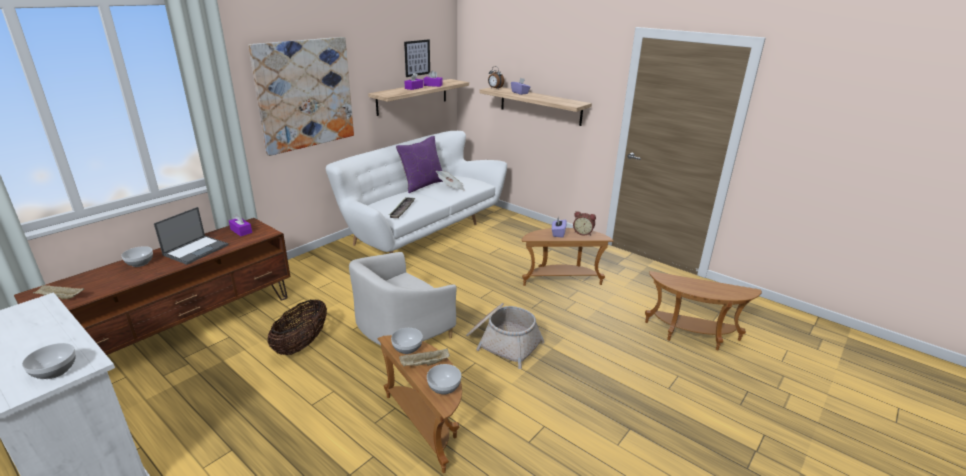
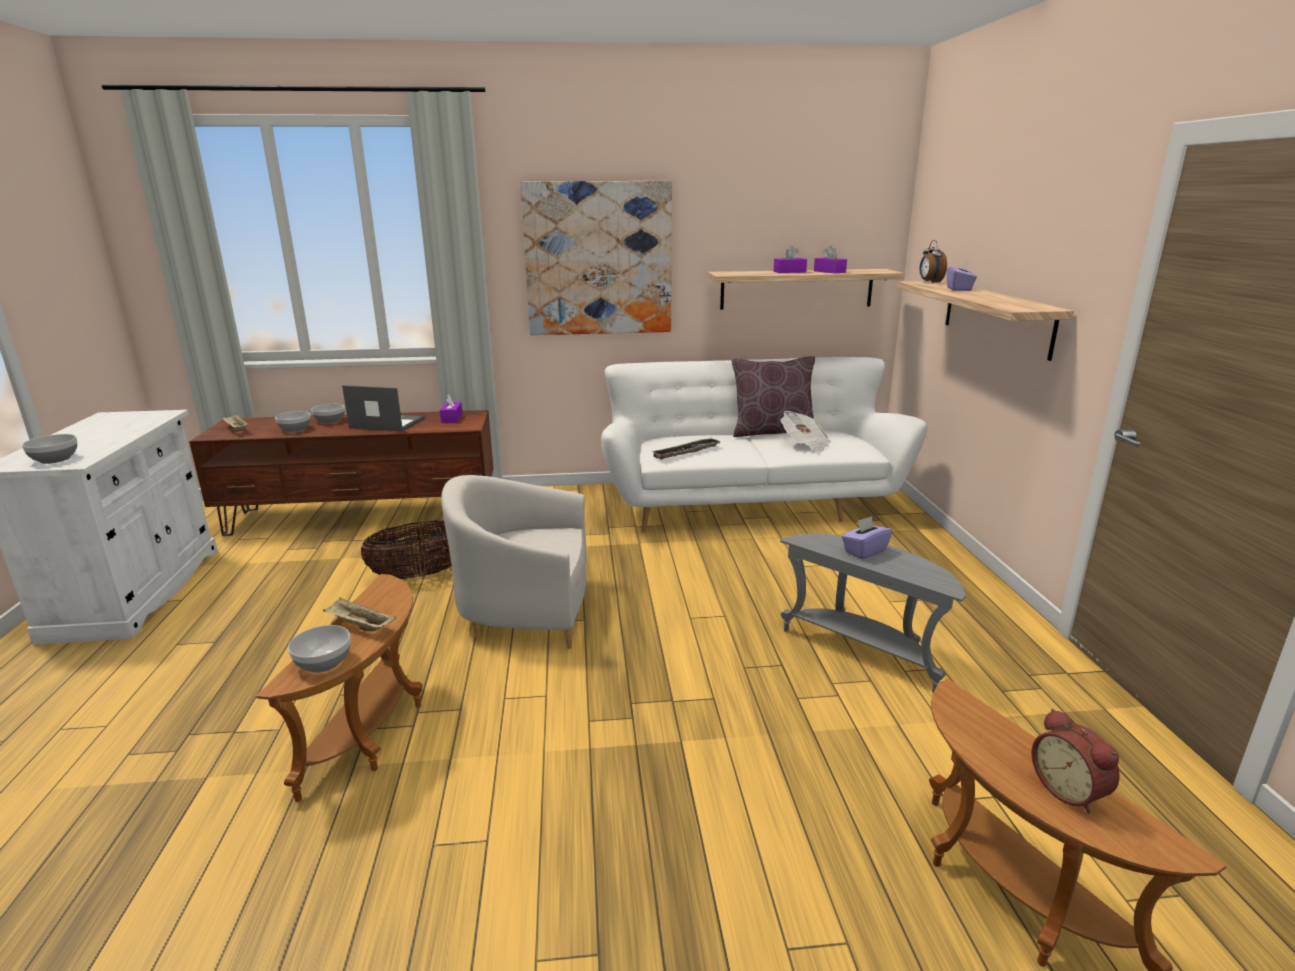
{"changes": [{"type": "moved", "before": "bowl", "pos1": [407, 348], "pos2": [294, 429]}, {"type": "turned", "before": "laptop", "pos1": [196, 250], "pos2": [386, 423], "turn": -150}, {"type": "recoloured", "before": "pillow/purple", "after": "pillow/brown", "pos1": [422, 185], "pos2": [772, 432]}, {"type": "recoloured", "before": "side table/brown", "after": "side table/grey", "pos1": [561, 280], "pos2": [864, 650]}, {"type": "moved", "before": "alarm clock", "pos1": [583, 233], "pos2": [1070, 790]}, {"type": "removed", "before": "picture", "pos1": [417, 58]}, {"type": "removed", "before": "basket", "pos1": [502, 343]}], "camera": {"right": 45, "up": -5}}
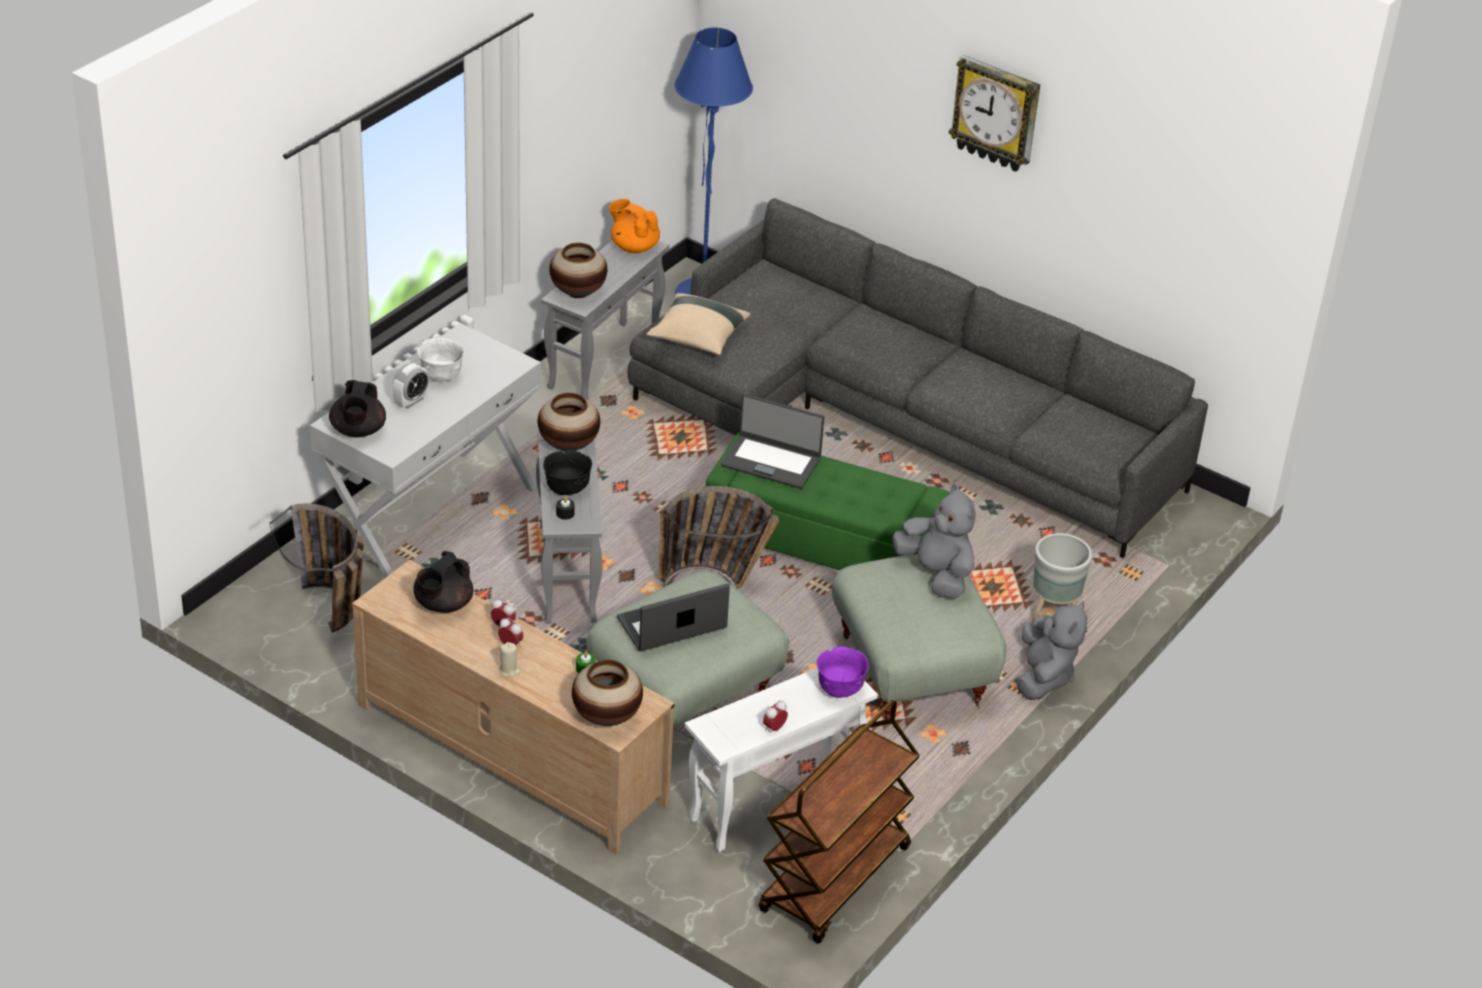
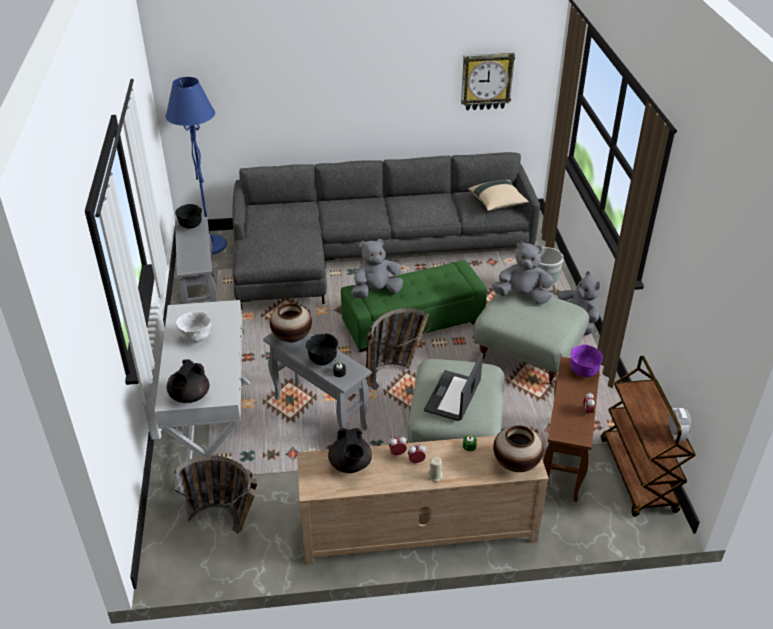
{"changes": [{"type": "turned", "before": "teapot/black", "pos1": [358, 431], "pos2": [189, 396], "turn": 60}, {"type": "replaced", "before": "teapot/orange", "after": "bowl/black", "pos1": [634, 246], "pos2": [191, 226]}, {"type": "replaced", "before": "laptop", "after": "plush toy/grey", "pos1": [771, 461], "pos2": [376, 292]}, {"type": "moved", "before": "wall clock", "pos1": [996, 113], "pos2": [486, 81]}, {"type": "moved", "before": "pillow/beige", "pos1": [697, 338], "pos2": [497, 203]}, {"type": "recoloured", "before": "side table/white", "after": "side table/brown", "pos1": [774, 805], "pos2": [564, 459]}, {"type": "moved", "before": "alarm clock", "pos1": [411, 401], "pos2": [675, 434]}, {"type": "removed", "before": "vase", "pos1": [577, 292]}], "camera": {"right": -40, "up": 0}}
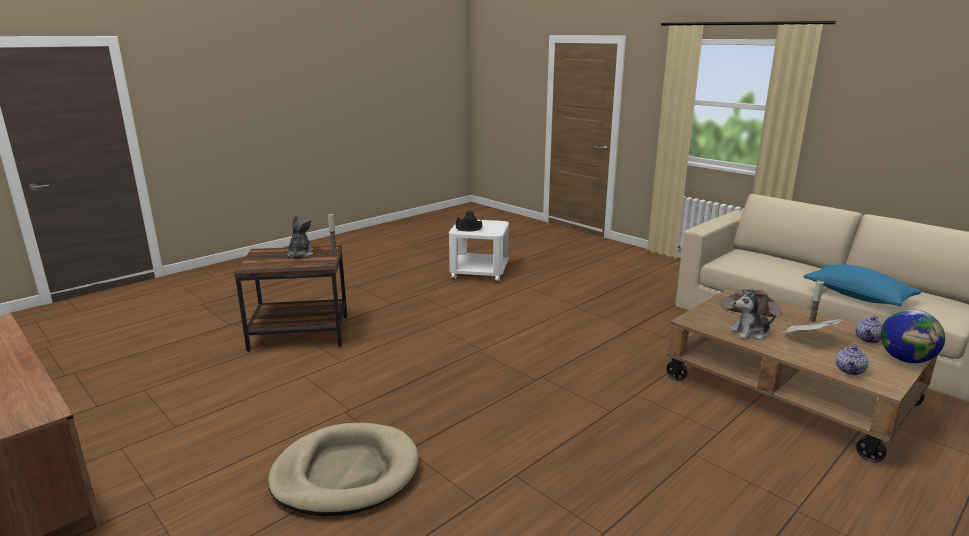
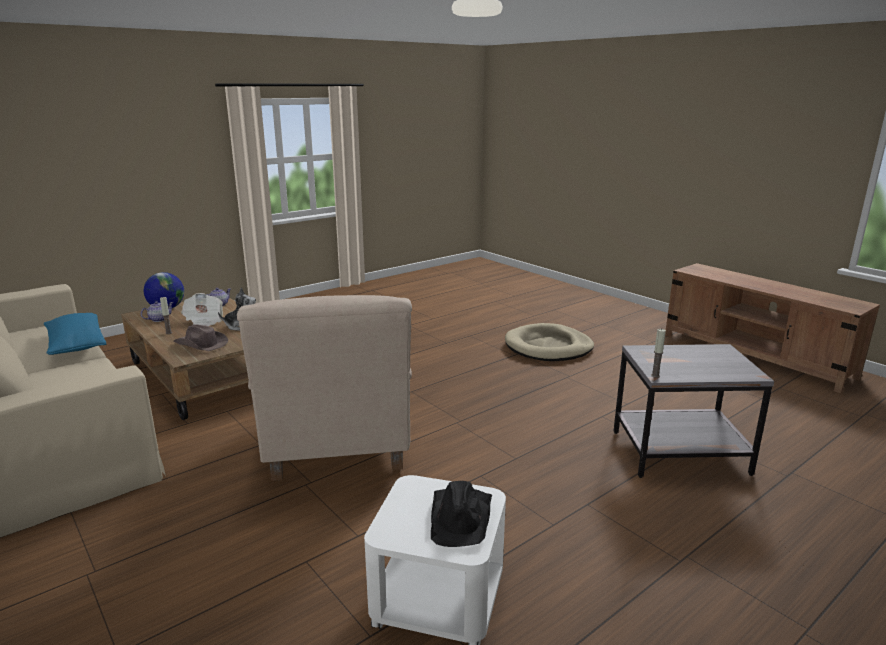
{"changes": [{"type": "added", "after": "armchair/beige", "pos2": [338, 449]}, {"type": "recoloured", "before": "side table/brown", "after": "side table/grey", "pos1": [299, 334], "pos2": [679, 452]}, {"type": "removed", "before": "plush toy", "pos1": [300, 254]}], "camera": {"right": -175, "up": 0}}
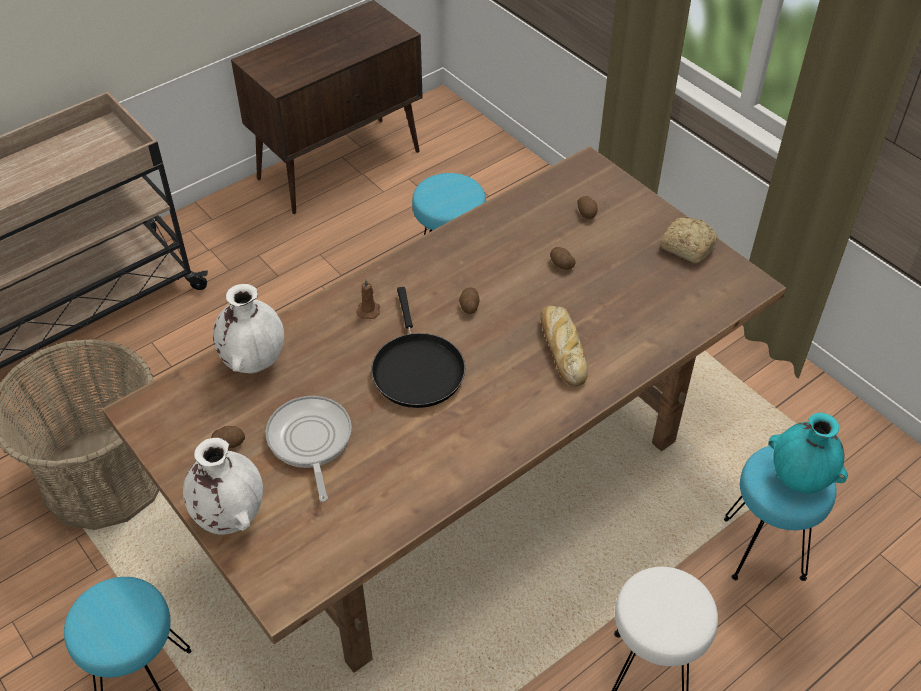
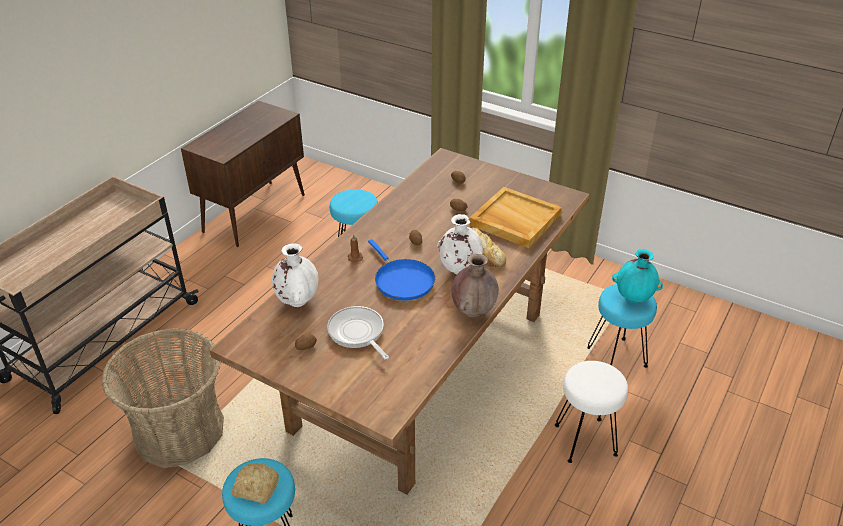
{"changes": [{"type": "moved", "before": "bread", "pos1": [686, 246], "pos2": [255, 487]}, {"type": "recoloured", "before": "frying pan/black", "after": "frying pan/blue", "pos1": [416, 369], "pos2": [402, 280]}, {"type": "moved", "before": "vase/white", "pos1": [230, 517], "pos2": [459, 270]}, {"type": "added", "after": "vase/brown", "pos2": [473, 311]}, {"type": "added", "after": "tray/beige", "pos2": [514, 220]}], "camera": {"right": -20, "up": -10}}
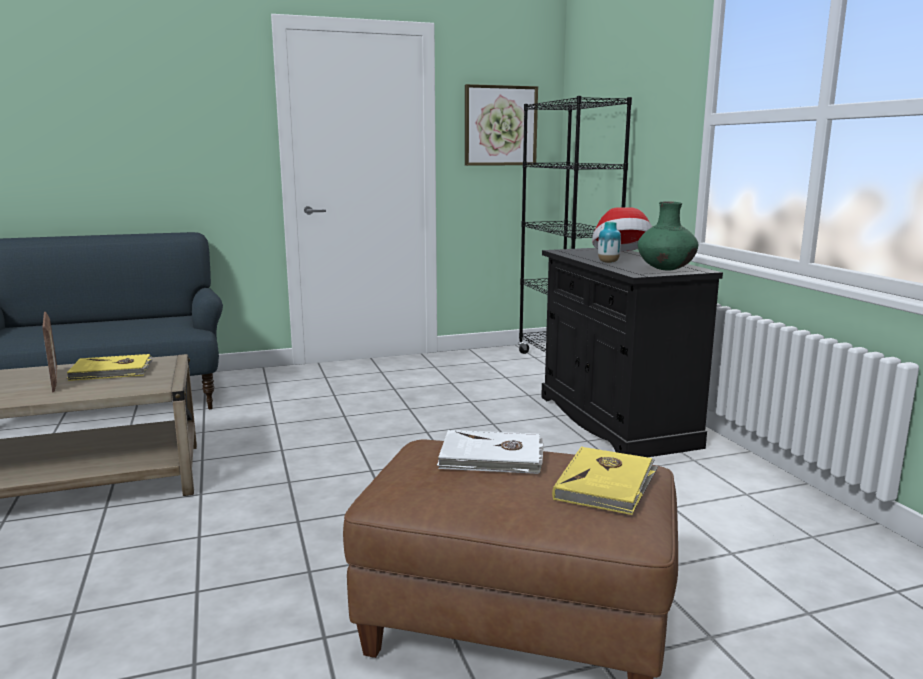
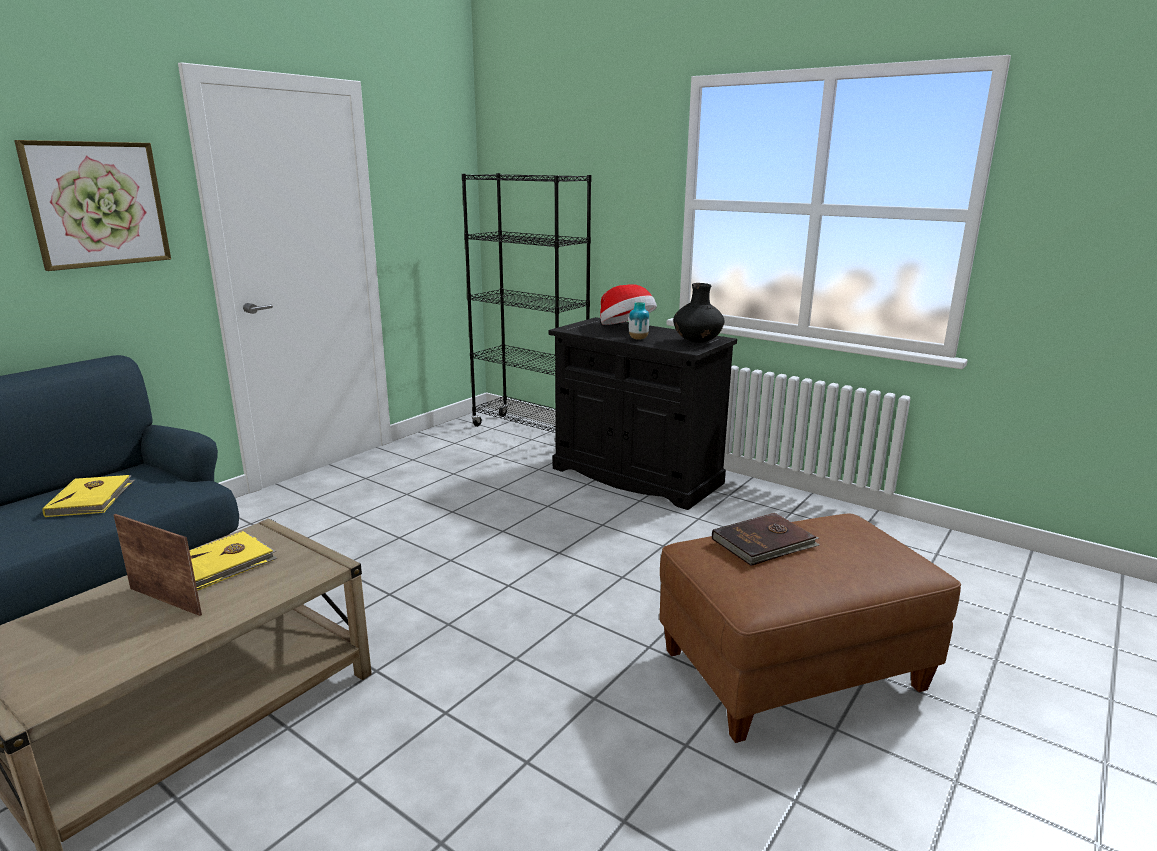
{"changes": [{"type": "moved", "before": "picture", "pos1": [500, 126], "pos2": [97, 204]}, {"type": "moved", "before": "book/yellow", "pos1": [606, 484], "pos2": [92, 498]}, {"type": "recoloured", "before": "vase/green", "after": "vase/black", "pos1": [665, 269], "pos2": [697, 342]}, {"type": "recoloured", "before": "book/white", "after": "book/brown", "pos1": [492, 457], "pos2": [765, 543]}], "camera": {"right": -35, "up": 5}}
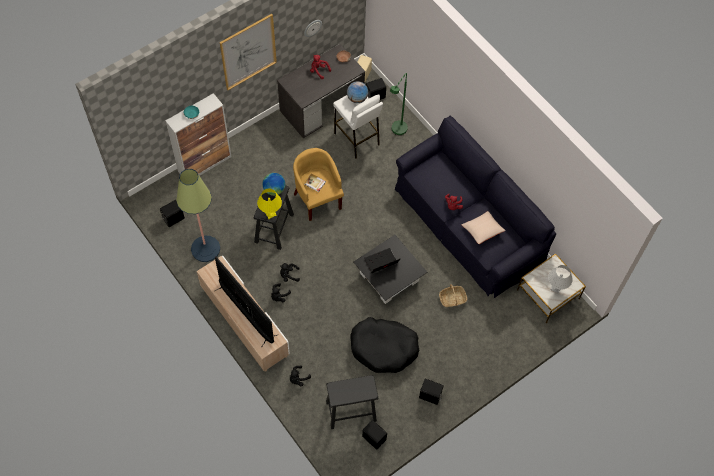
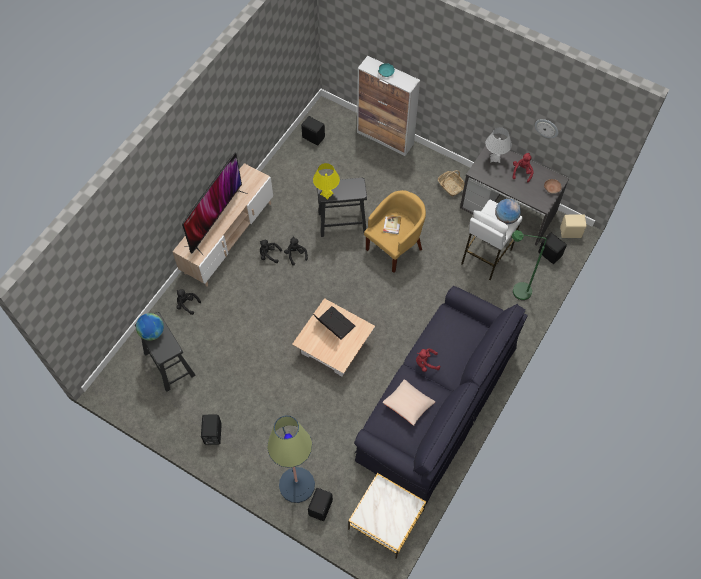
{"changes": [{"type": "moved", "before": "globe", "pos1": [274, 190], "pos2": [152, 332]}, {"type": "moved", "before": "floor lamp", "pos1": [205, 249], "pos2": [297, 485]}, {"type": "recoloured", "before": "coffee table/black", "after": "coffee table/beige", "pos1": [389, 277], "pos2": [334, 346]}, {"type": "moved", "before": "speaker/black", "pos1": [374, 437], "pos2": [321, 508]}, {"type": "moved", "before": "basket", "pos1": [452, 299], "pos2": [450, 186]}, {"type": "moved", "before": "table lamp/white", "pos1": [556, 288], "pos2": [495, 158]}, {"type": "removed", "before": "picture", "pos1": [248, 52]}, {"type": "removed", "before": "dog bed/black", "pos1": [383, 348]}], "camera": {"right": 70, "up": 0}}
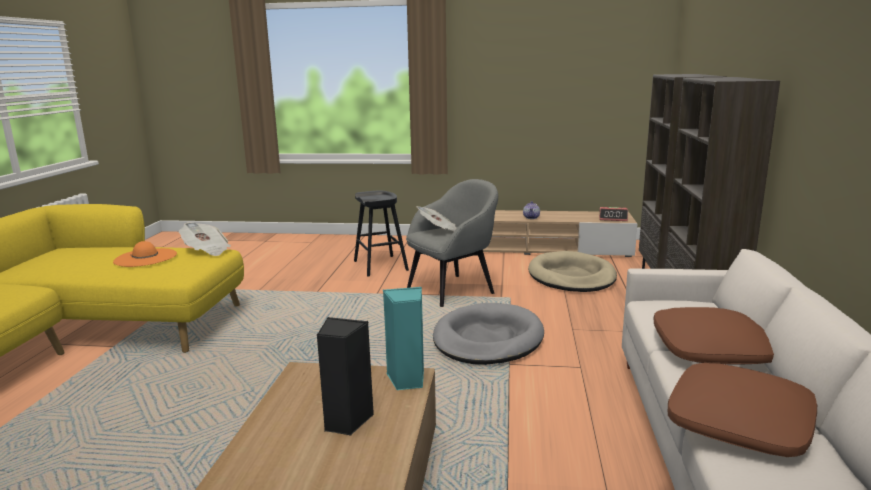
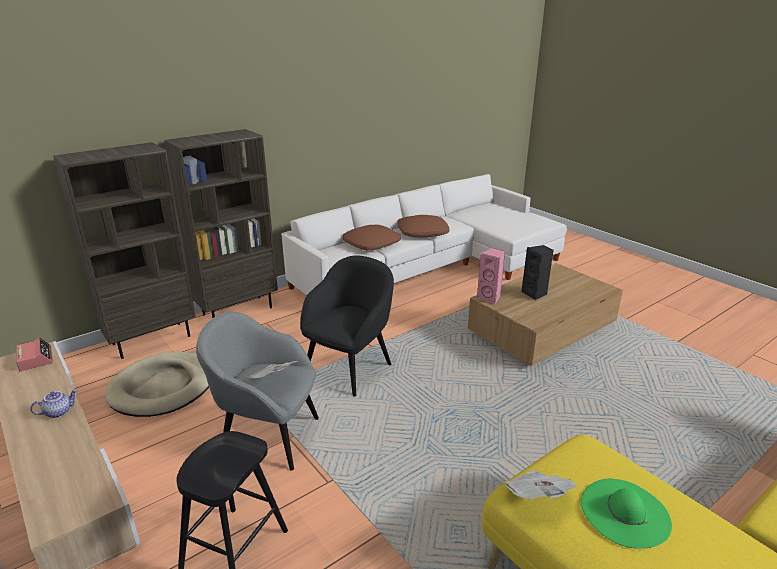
{"changes": [{"type": "replaced", "before": "dog bed/grey", "after": "armchair/black", "pos1": [487, 339], "pos2": [349, 368]}, {"type": "recoloured", "before": "speaker/turquoise", "after": "speaker/pink", "pos1": [406, 380], "pos2": [490, 297]}, {"type": "recoloured", "before": "hat/orange", "after": "hat/green", "pos1": [145, 258], "pos2": [624, 512]}], "camera": {"right": -135, "up": 10}}
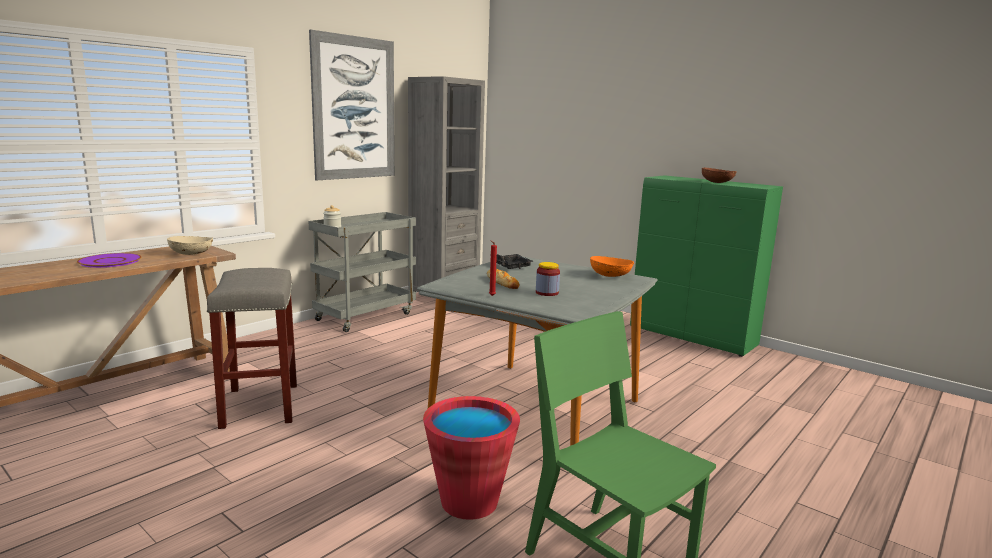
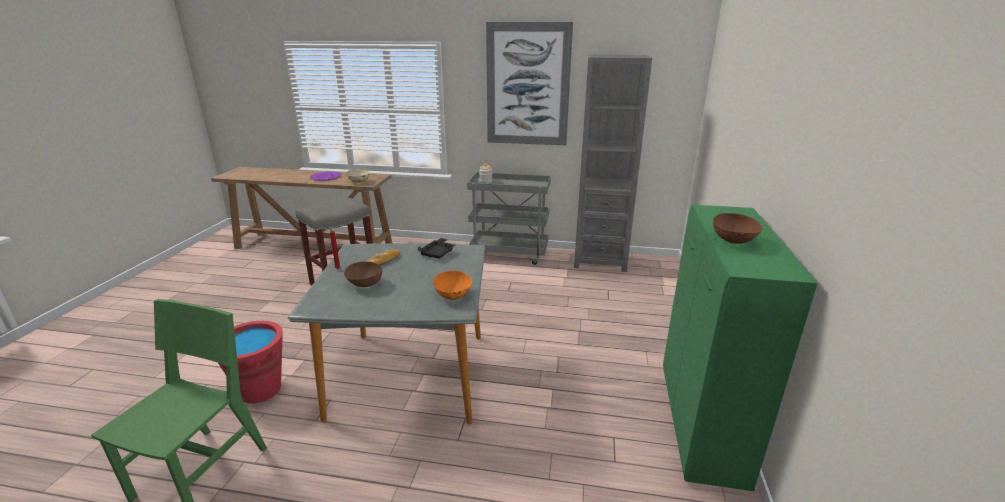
{"changes": [{"type": "replaced", "before": "jar", "after": "bowl/brown", "pos1": [547, 293], "pos2": [364, 284]}], "camera": {"right": 60, "up": 10}}
